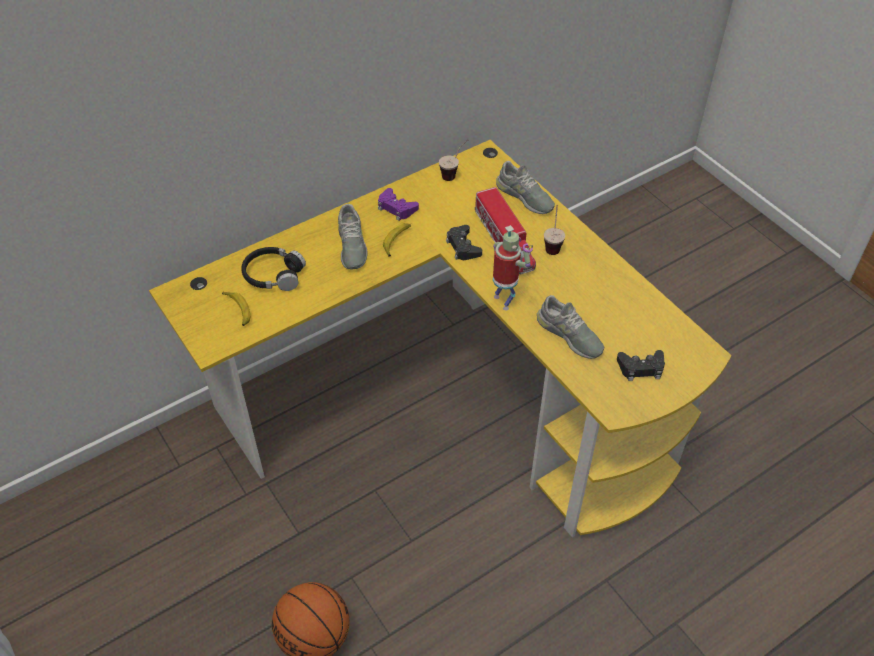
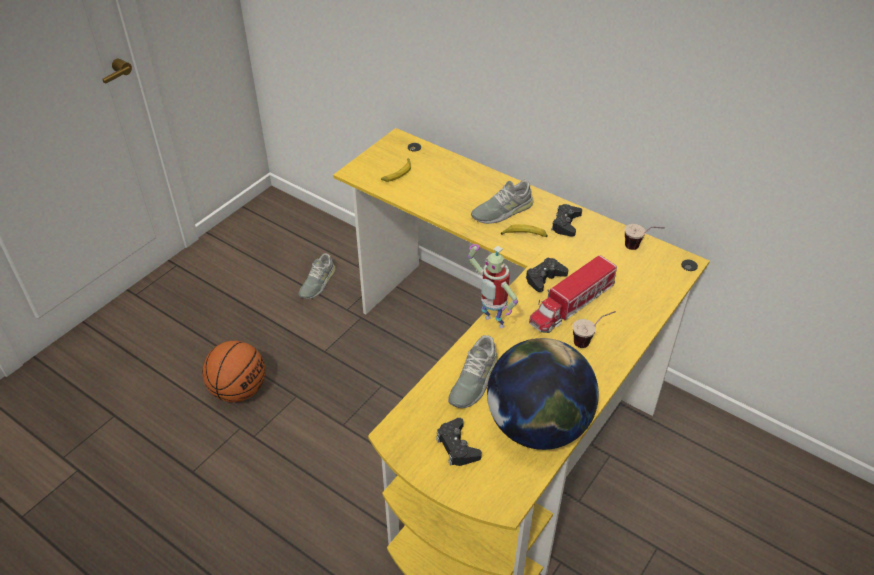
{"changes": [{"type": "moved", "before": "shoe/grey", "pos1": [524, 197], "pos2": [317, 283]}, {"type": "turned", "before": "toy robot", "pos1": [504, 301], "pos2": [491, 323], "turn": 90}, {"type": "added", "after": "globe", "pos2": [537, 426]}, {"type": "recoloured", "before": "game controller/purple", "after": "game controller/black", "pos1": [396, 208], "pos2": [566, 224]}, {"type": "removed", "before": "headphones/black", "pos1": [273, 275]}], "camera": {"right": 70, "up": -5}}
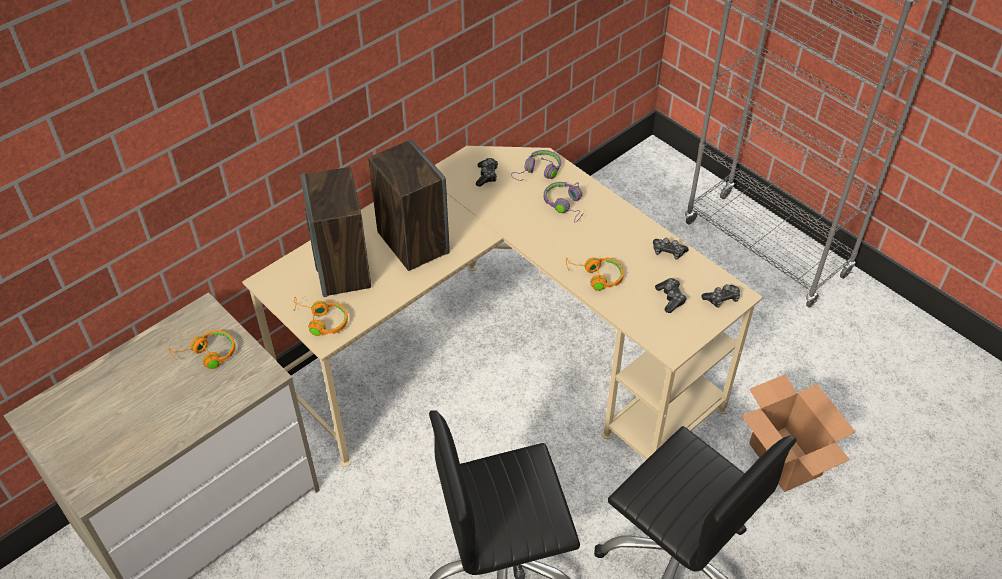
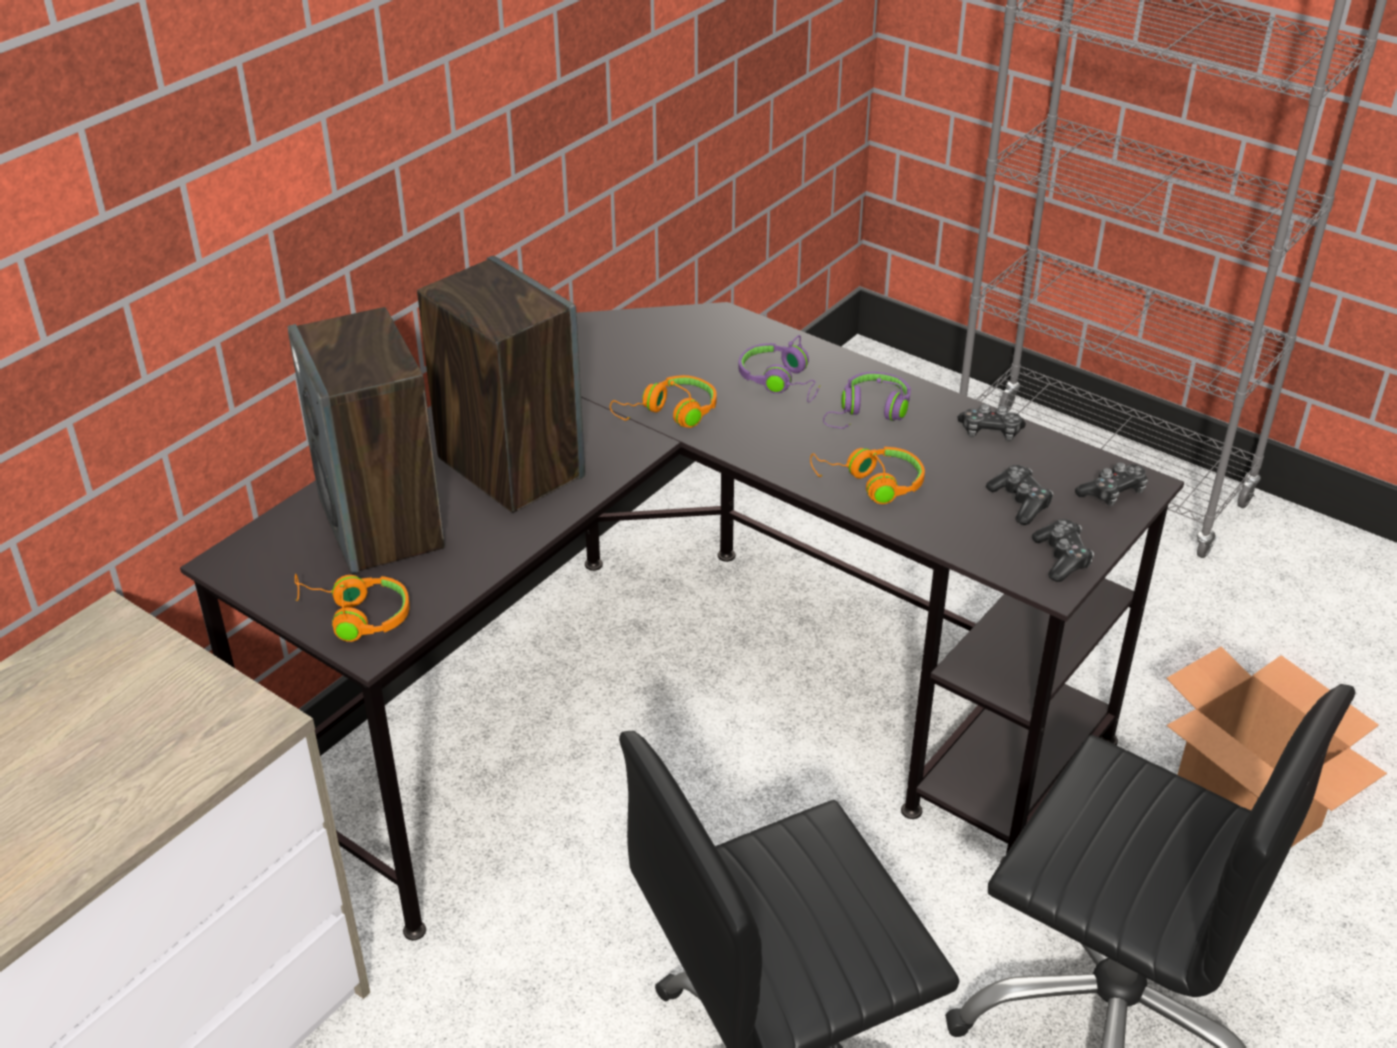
{"changes": [{"type": "recoloured", "before": "desk/beige", "after": "desk/black", "pos1": [502, 362], "pos2": [685, 712]}, {"type": "moved", "before": "headphones/orange", "pos1": [207, 355], "pos2": [669, 414]}, {"type": "moved", "before": "headphones/purple", "pos1": [538, 172], "pos2": [868, 413]}, {"type": "moved", "before": "game controller", "pos1": [487, 176], "pos2": [1062, 558]}], "camera": {"right": -10, "up": -10}}
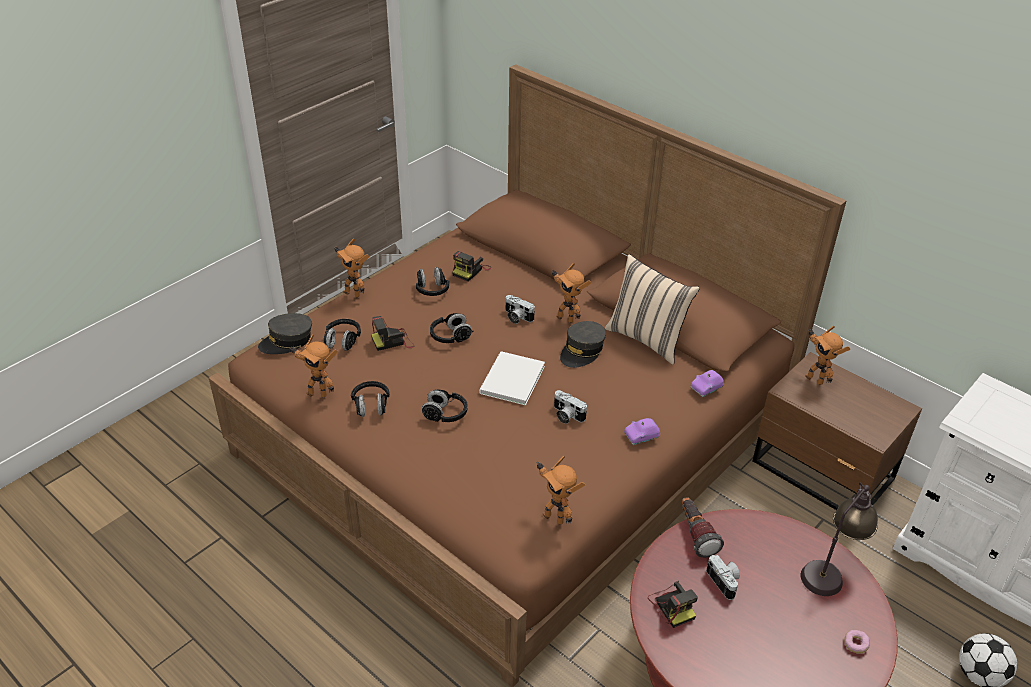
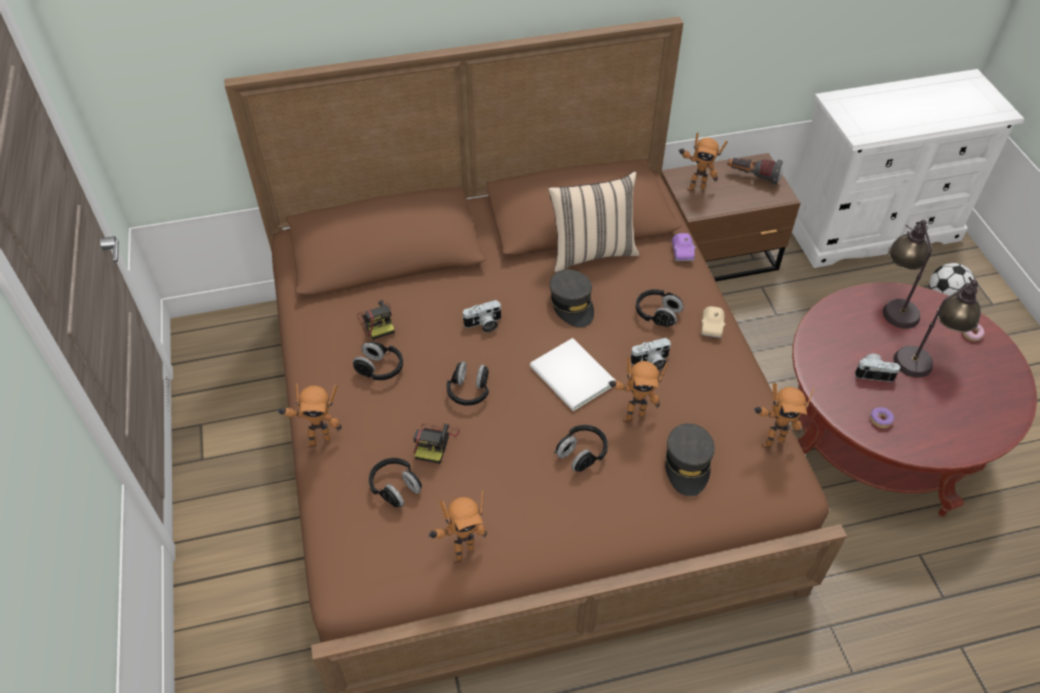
{"changes": [{"type": "moved", "before": "toy robot", "pos1": [566, 318], "pos2": [632, 414]}, {"type": "moved", "before": "headphones/black", "pos1": [371, 406], "pos2": [657, 314]}, {"type": "moved", "before": "cap/grey", "pos1": [287, 341], "pos2": [687, 464]}, {"type": "recoloured", "before": "toy car/purple", "after": "toy car/beige", "pos1": [642, 436], "pos2": [712, 326]}, {"type": "moved", "before": "flashlight", "pos1": [695, 534], "pos2": [752, 177]}, {"type": "replaced", "before": "photo camera", "after": "donut", "pos1": [672, 605], "pos2": [880, 420]}, {"type": "added", "after": "table lamp", "pos2": [925, 358]}], "camera": {"right": -55, "up": 10}}
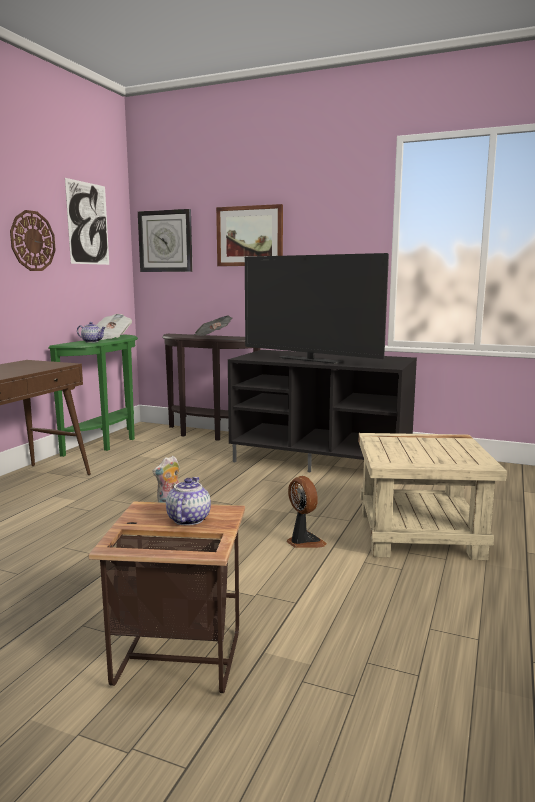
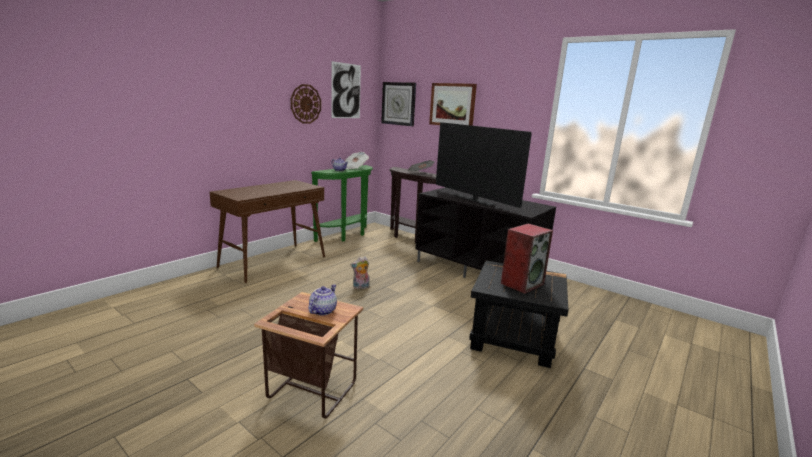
{"changes": [{"type": "recoloured", "before": "side table/beige", "after": "side table/black", "pos1": [420, 533], "pos2": [514, 338]}, {"type": "added", "after": "speaker", "pos2": [522, 283]}, {"type": "removed", "before": "fan", "pos1": [303, 542]}], "camera": {"right": 15, "up": 5}}
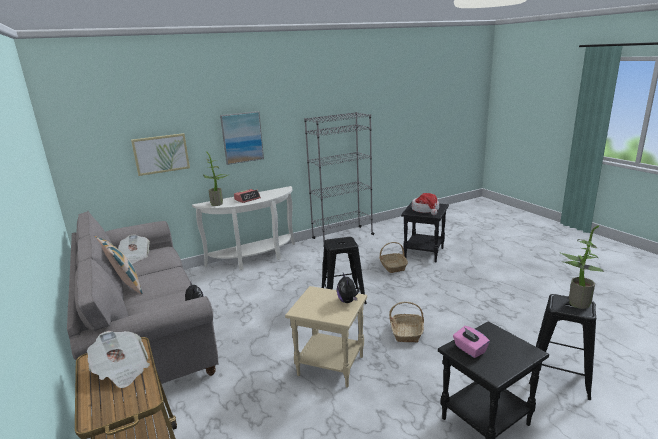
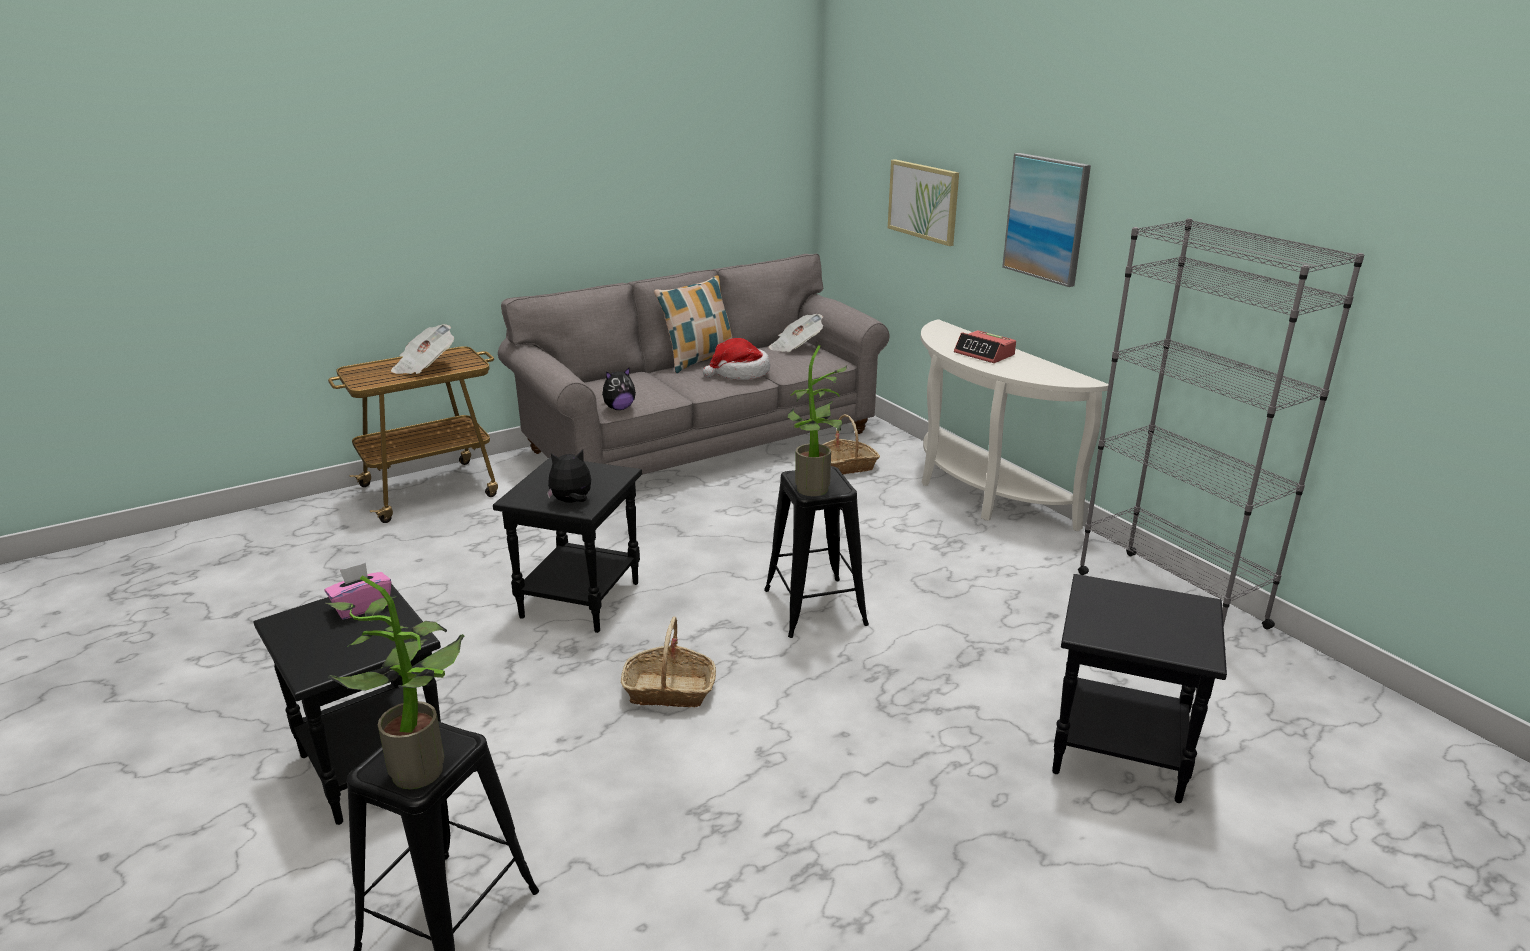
{"changes": [{"type": "recoloured", "before": "side table/beige", "after": "side table/black", "pos1": [329, 366], "pos2": [579, 599]}, {"type": "moved", "before": "hat", "pos1": [425, 209], "pos2": [740, 373]}, {"type": "moved", "before": "potted plant", "pos1": [219, 203], "pos2": [815, 491]}, {"type": "moved", "before": "basket", "pos1": [392, 266], "pos2": [845, 466]}], "camera": {"right": 85, "up": 5}}
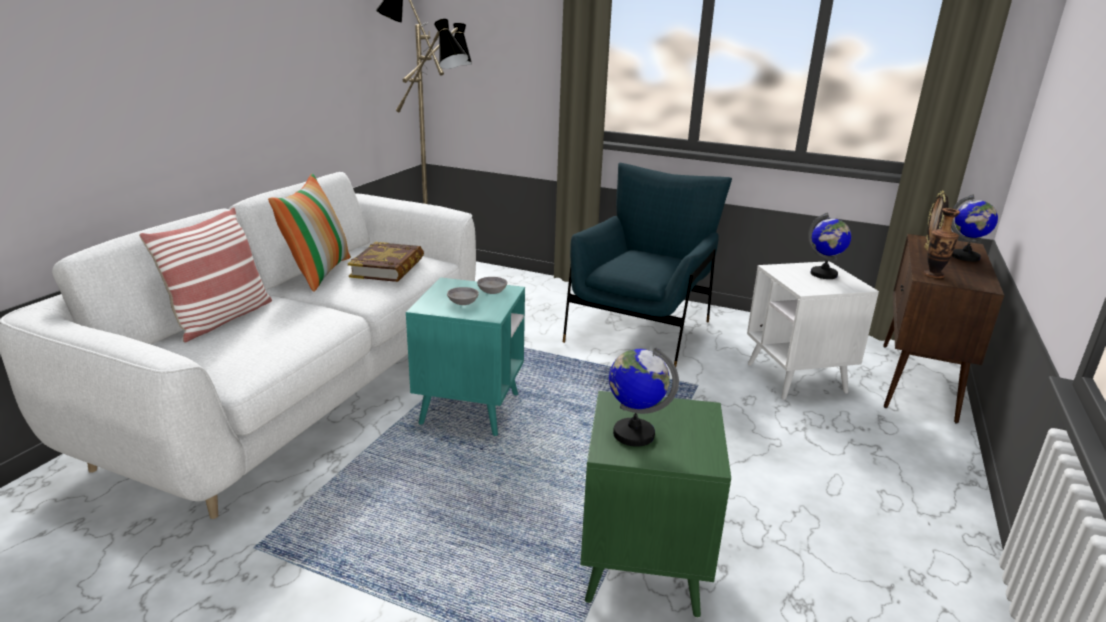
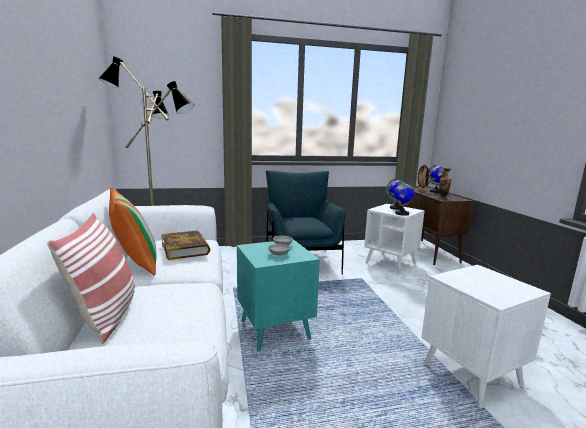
{"changes": [{"type": "moved", "before": "globe", "pos1": [633, 434], "pos2": [401, 213]}, {"type": "recoloured", "before": "side table/green", "after": "side table/white", "pos1": [643, 568], "pos2": [471, 374]}], "camera": {"right": -35, "up": -10}}
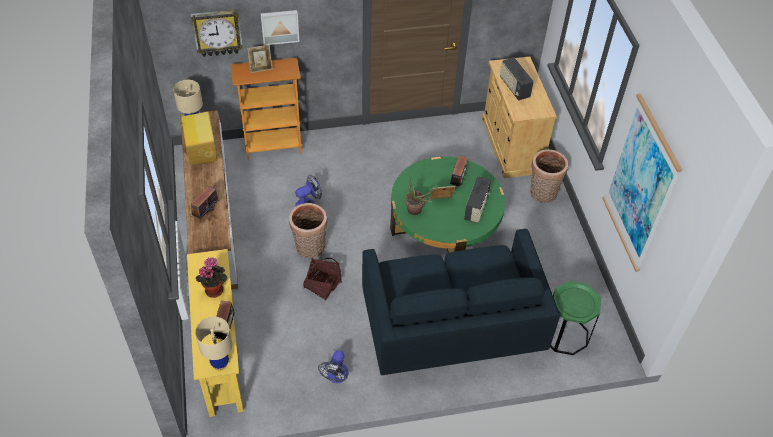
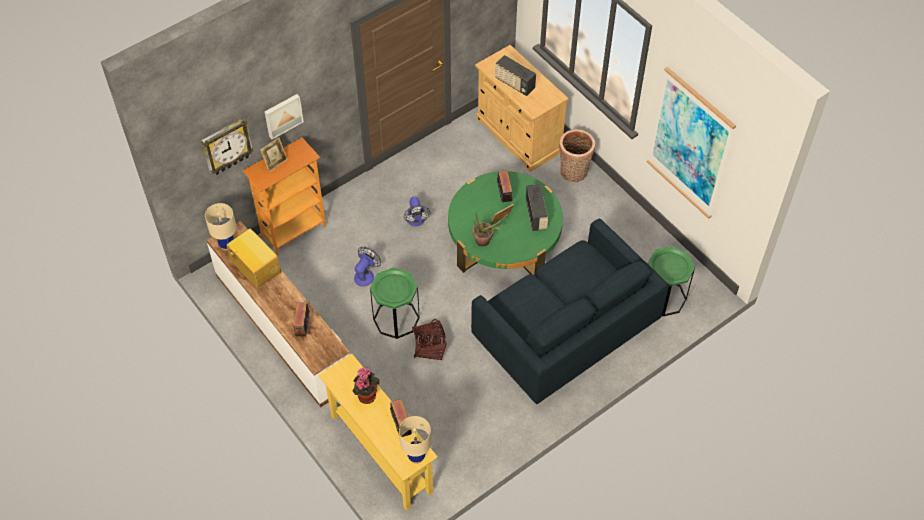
{"changes": [{"type": "replaced", "before": "basket", "after": "side table/green", "pos1": [310, 249], "pos2": [396, 319]}, {"type": "moved", "before": "fan", "pos1": [336, 377], "pos2": [416, 221]}], "camera": {"right": -25, "up": 5}}
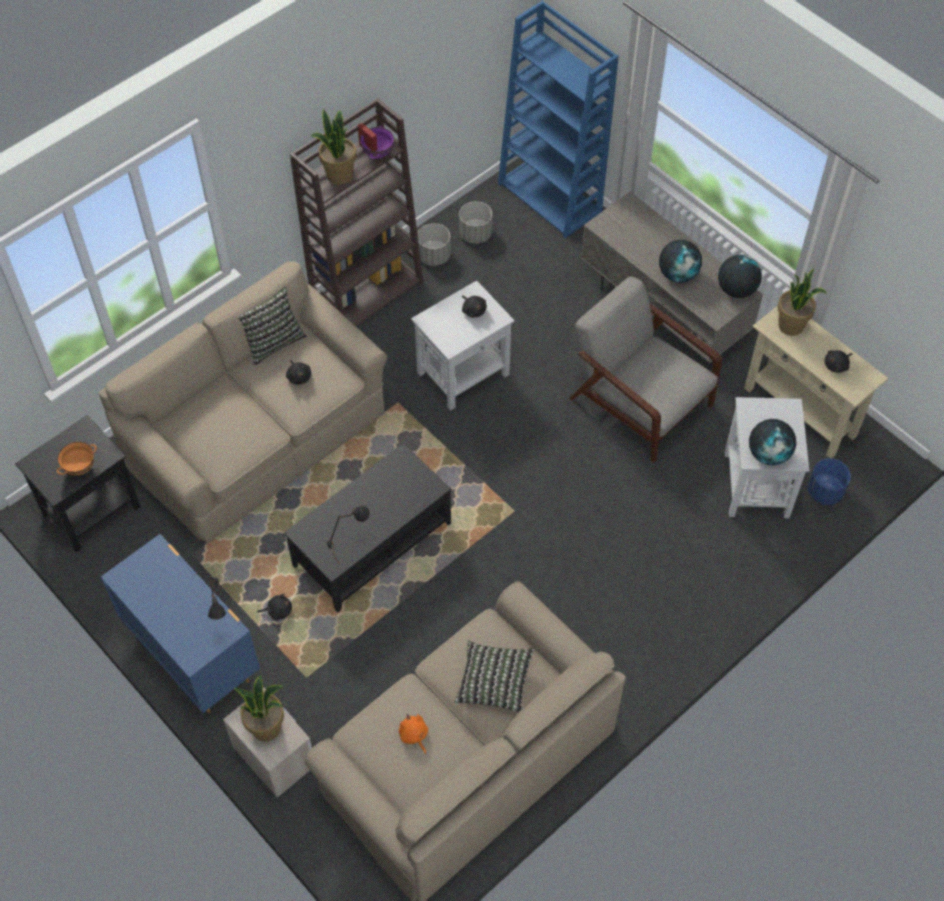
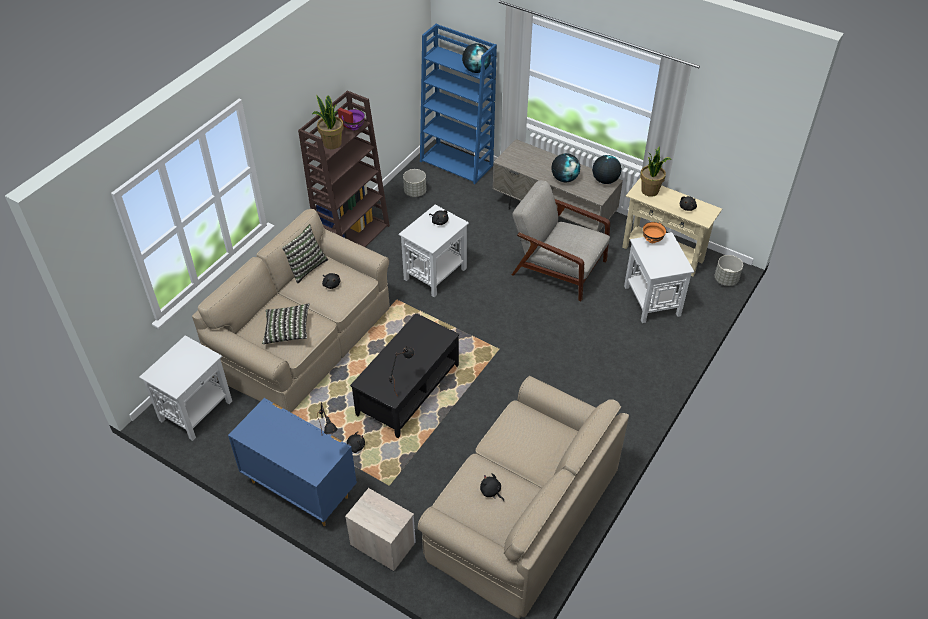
{"changes": [{"type": "recoloured", "before": "side table/black", "after": "side table/white", "pos1": [92, 509], "pos2": [196, 410]}, {"type": "moved", "before": "pillow", "pos1": [494, 682], "pos2": [287, 330]}, {"type": "moved", "before": "globe", "pos1": [768, 454], "pos2": [476, 70]}, {"type": "recoloured", "before": "plush toy/orange", "after": "plush toy/black", "pos1": [414, 736], "pos2": [491, 492]}, {"type": "moved", "before": "bowl/orange", "pos1": [80, 468], "pos2": [652, 240]}, {"type": "moved", "before": "planter/grey", "pos1": [434, 256], "pos2": [726, 279]}, {"type": "removed", "before": "potted plant", "pos1": [266, 727]}, {"type": "removed", "before": "planter/blue", "pos1": [824, 492]}], "camera": {"right": -15, "up": -10}}
